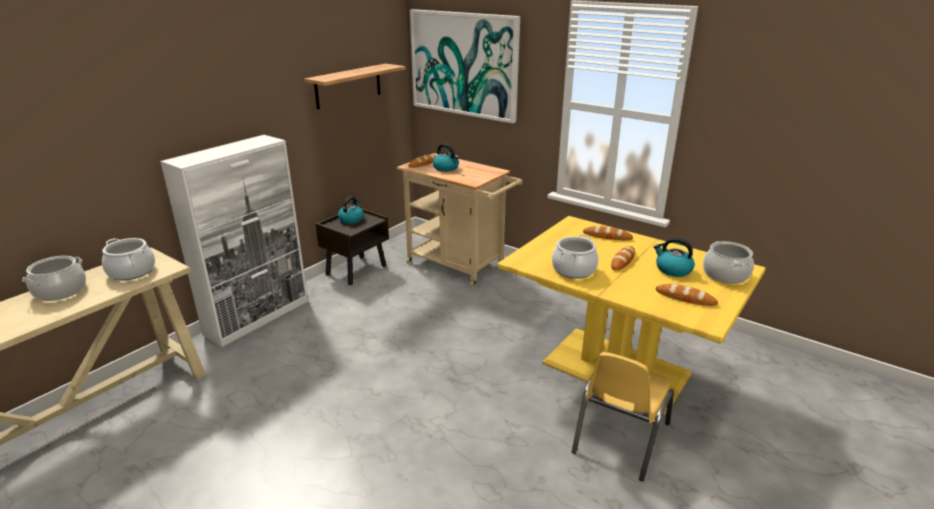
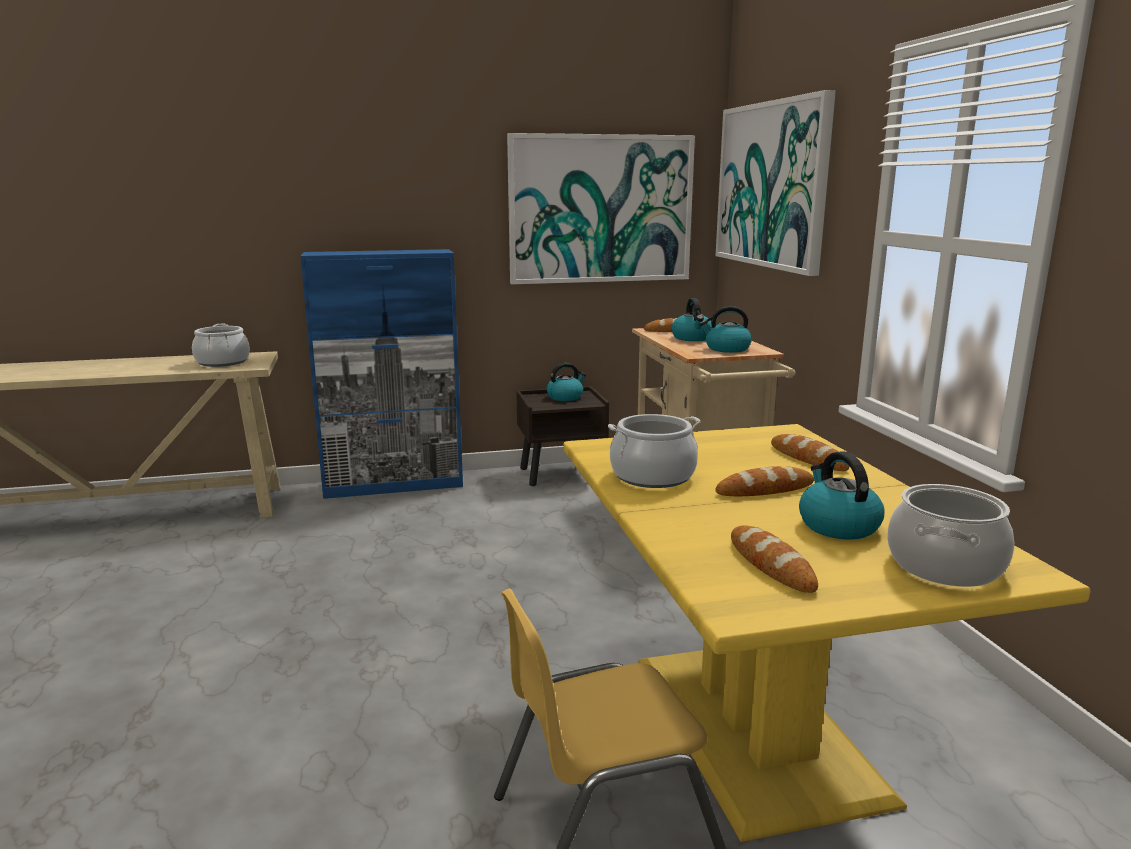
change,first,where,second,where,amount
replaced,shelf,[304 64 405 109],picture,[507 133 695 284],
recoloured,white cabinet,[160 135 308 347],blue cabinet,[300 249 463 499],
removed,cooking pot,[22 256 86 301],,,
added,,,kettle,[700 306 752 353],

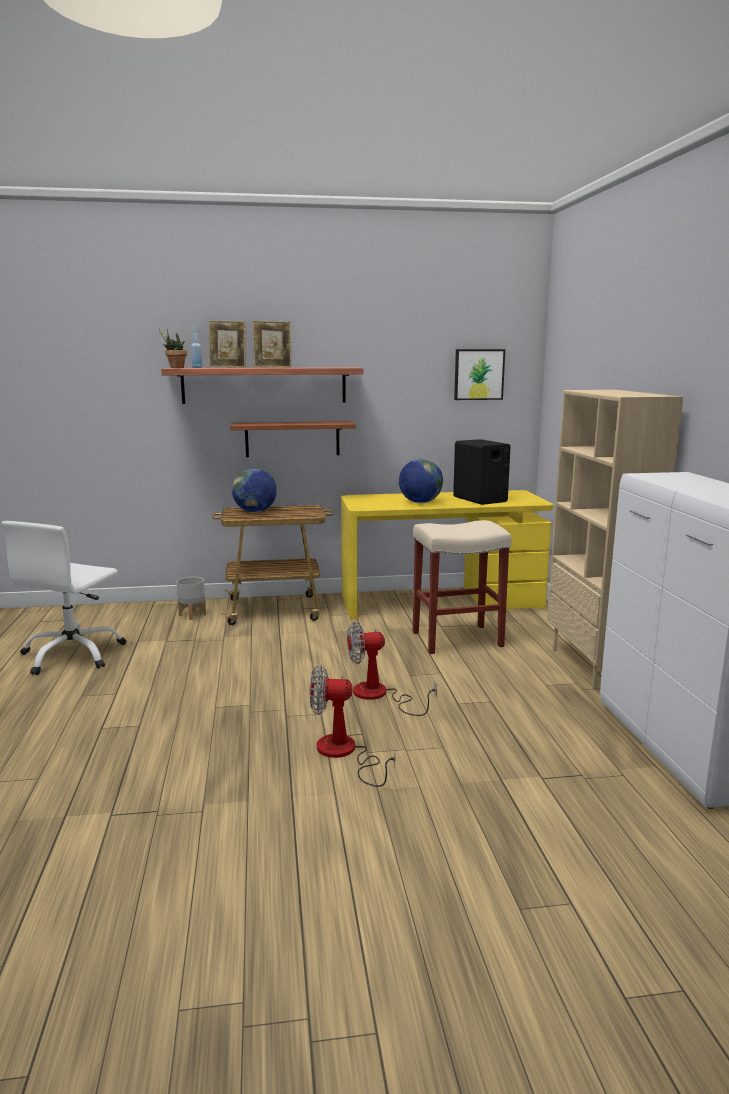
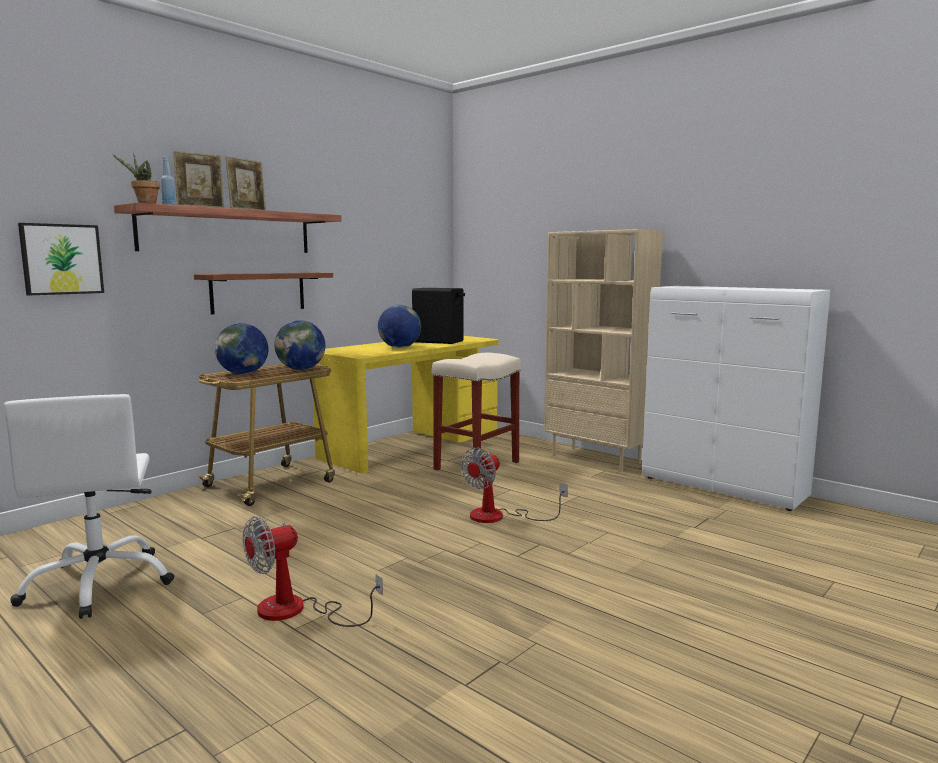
change,first,where,second,where,amount
moved,picture,[454 349 505 400],,[18 223 104 295],
removed,grey planter,[177 577 206 620],,,
moved,fan,[310 665 395 787],,[243 516 383 627],
added,,,globe,[274 320 325 370],

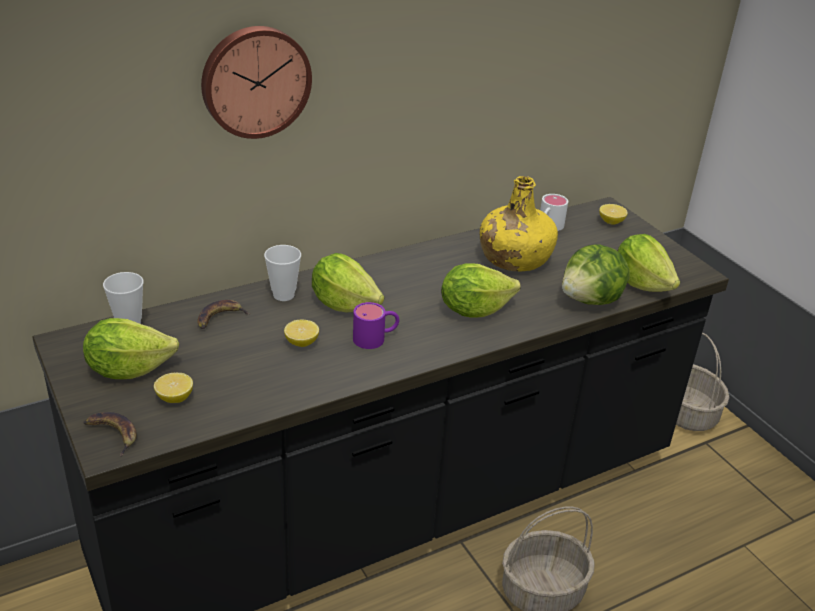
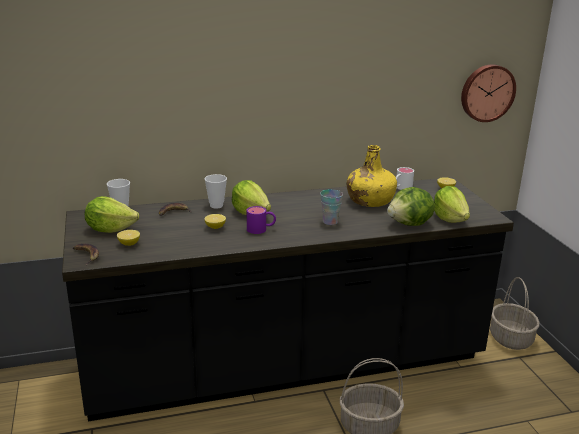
change,first,where,second,where,amount
moved,wall clock,[201 26 312 139],,[461 64 516 122],
replaced,lettuce,[441 263 521 318],cup,[320 189 343 225],

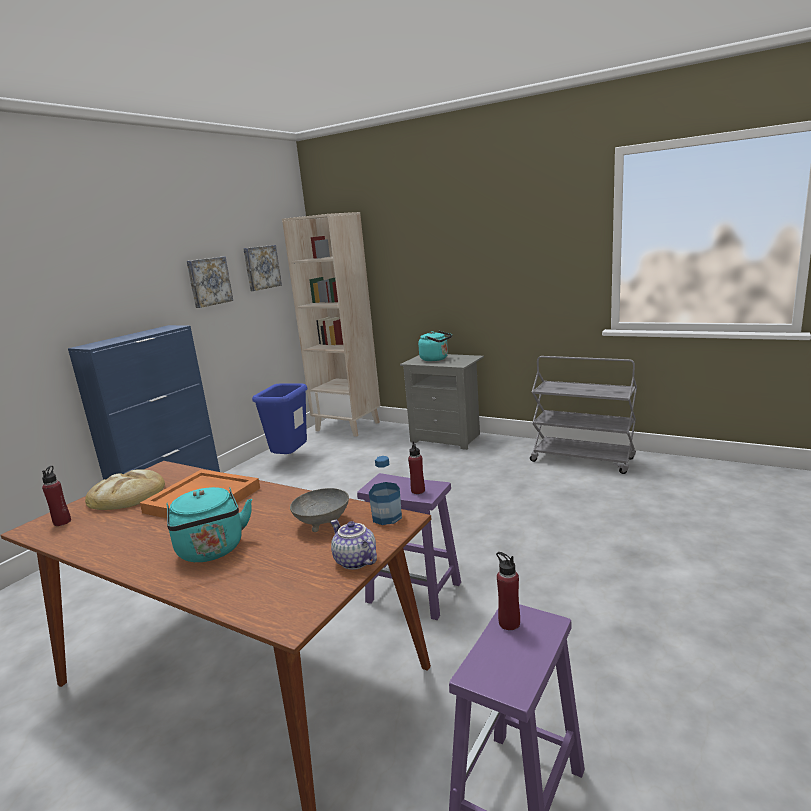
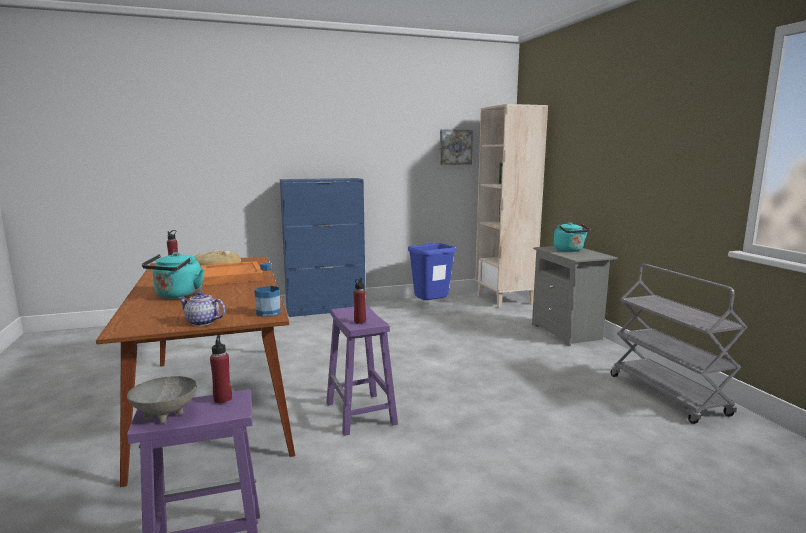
change,first,where,second,where,amount
removed,picture,[187 256 233 308],,,
moved,grey bowl,[290 488 349 532],,[127 376 197 423],
turned,teapot,[331 520 377 570],,[178 291 225 326],75 degrees counterclockwise

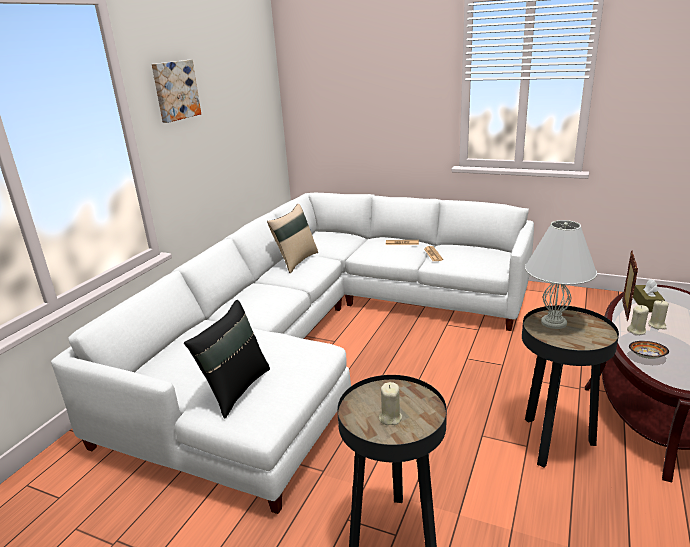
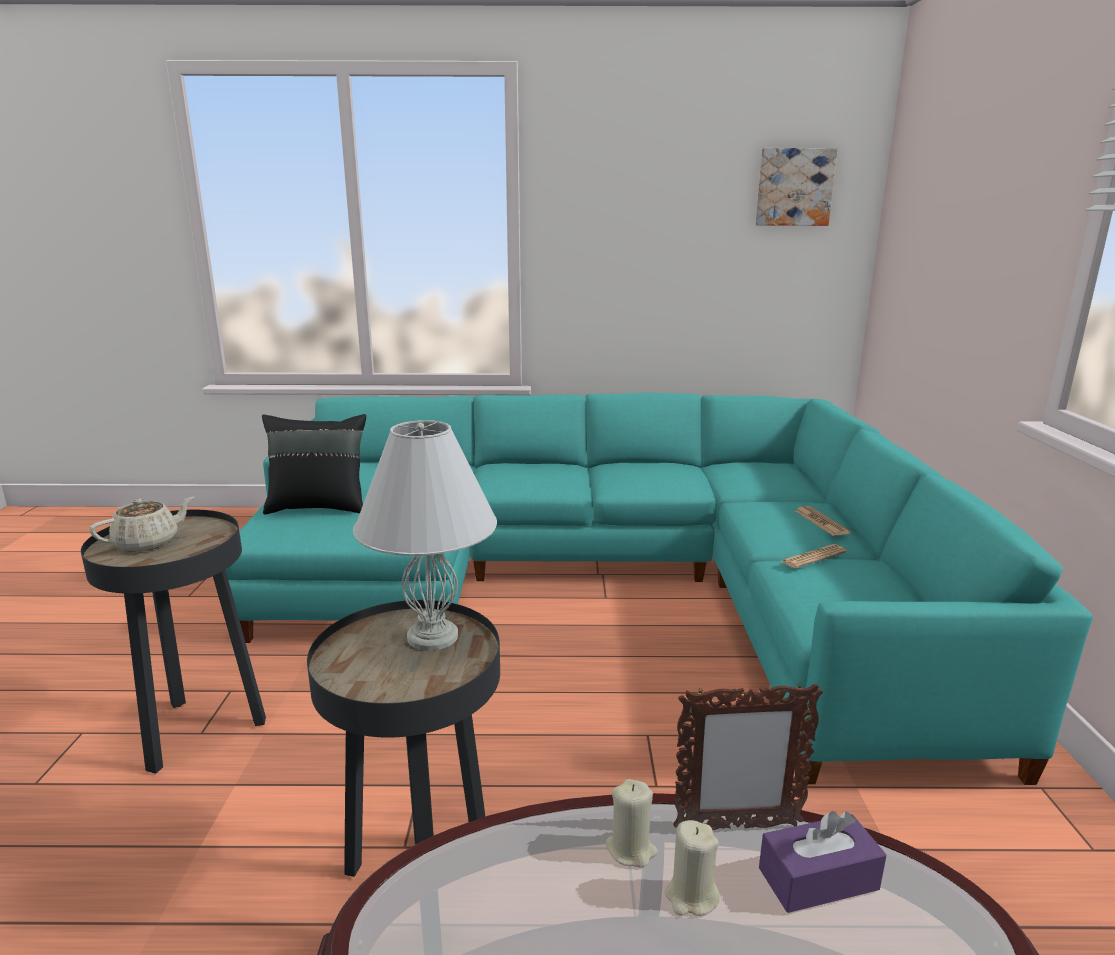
change,first,where,second,where,amount
moved,picture,[152 60 201 123],,[756 148 838 226],
recoloured,white sofa,[51 193 534 514],turquoise sofa,[225 393 1093 785],
removed,beige pillow,[267 204 318 273],,,
recoloured,brown tissue box,[633 279 665 312],purple tissue box,[759 811 887 913],
removed,bowl,[629 341 669 359],,,
replaced,beige candle,[379 382 402 425],beige teapot,[89 497 194 552],

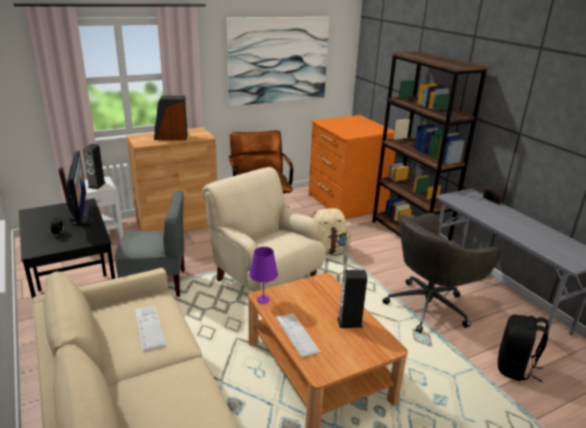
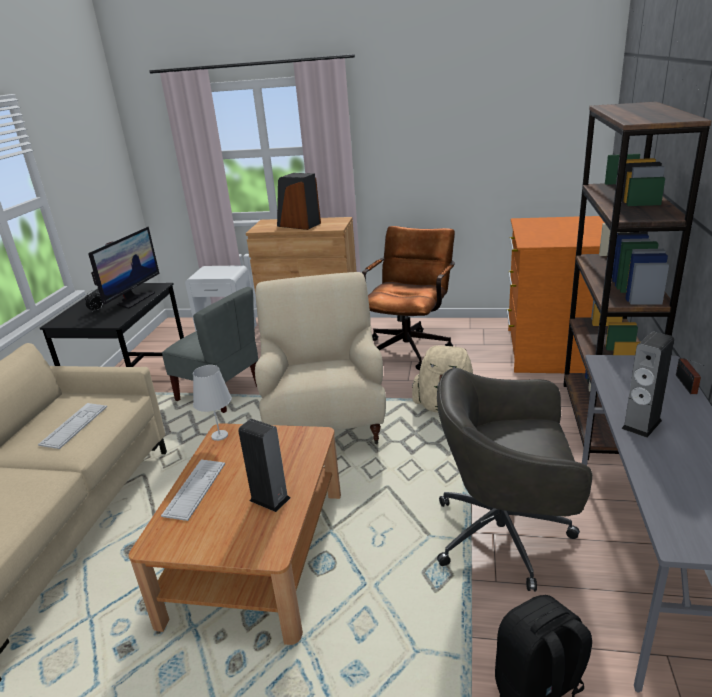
change,first,where,second,where,amount
removed,picture,[227 17 330 106],,,
moved,speaker,[83 144 106 189],,[621 332 675 438],
recoloured,purple table lamp,[249 247 278 304],white table lamp,[193 365 232 441],

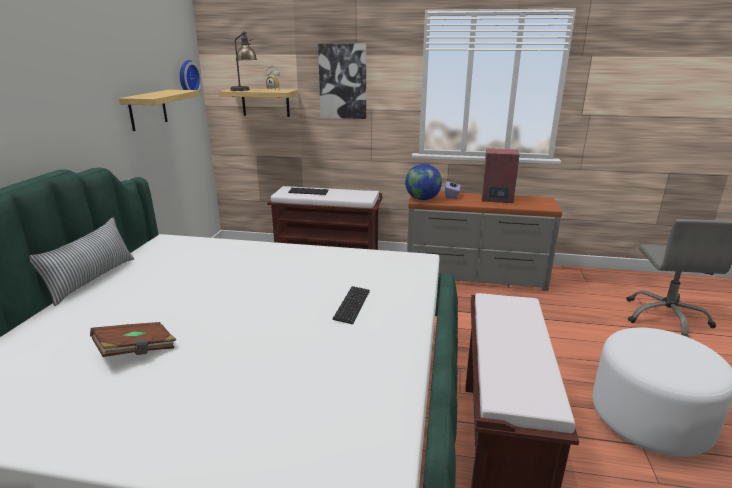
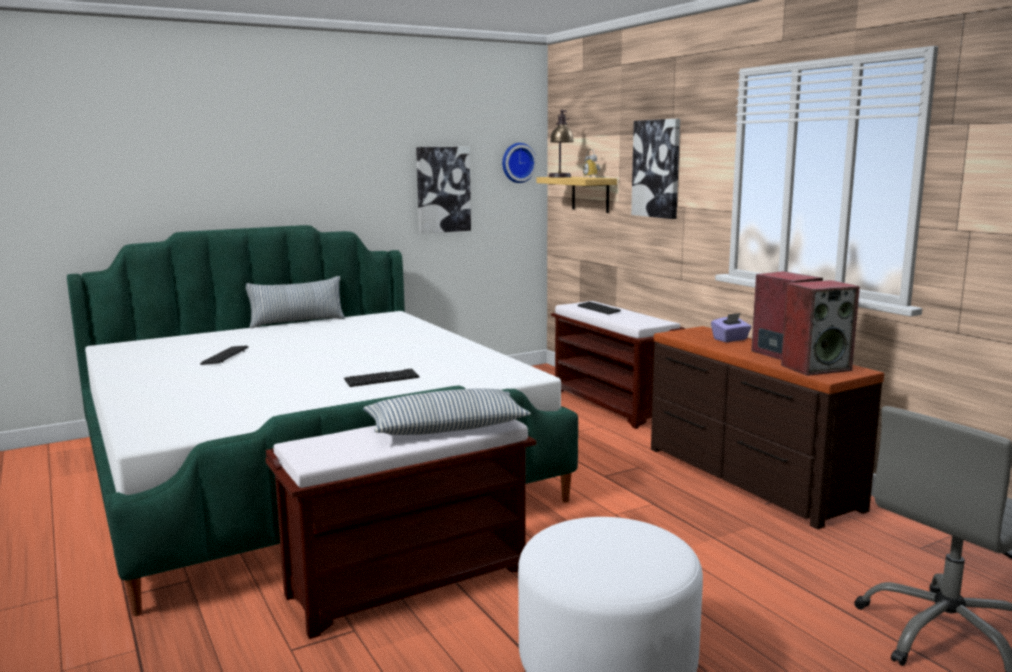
change,first,where,second,where,amount
replaced,shelf,[119 90 200 131],picture,[416 147 471 234],
removed,globe,[405 164 442 201],,,
recoloured,grey dresser,[407 192 562 291],brown dresser,[651 326 884 529],
replaced,brown book,[90 322 176 357],keyboard,[200 345 249 365],
added,,,speaker,[781 280 860 376],
added,,,pillow,[363 388 531 435],

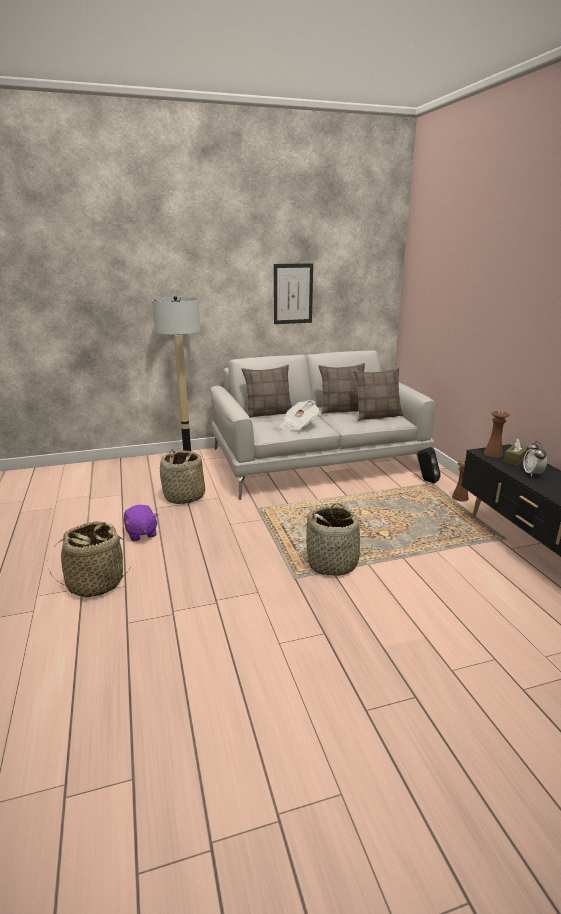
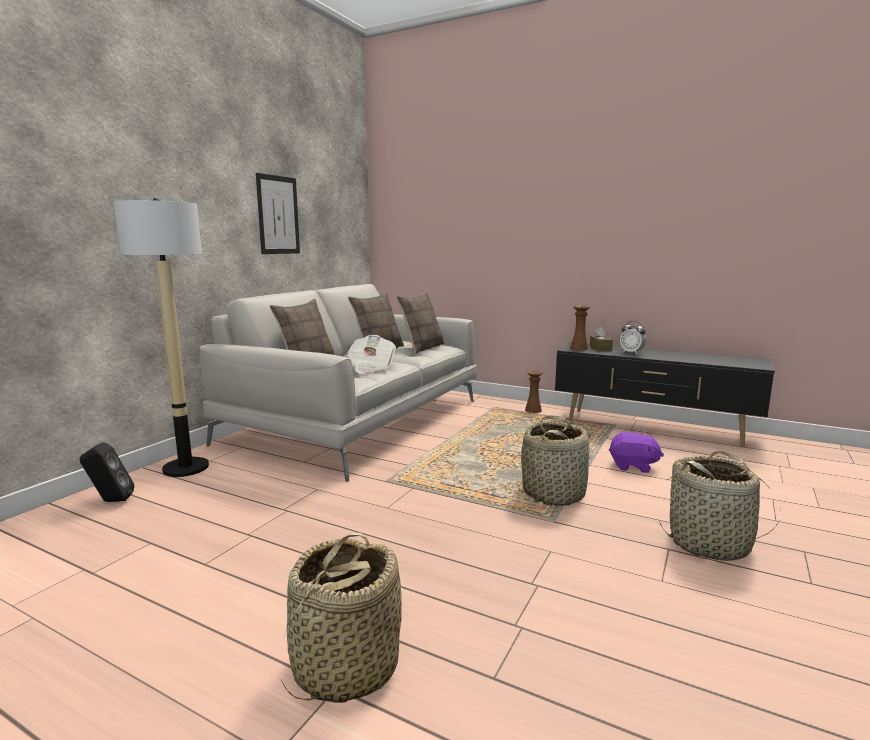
change,first,where,second,where,amount
moved,black speaker,[417 447 441 483],,[79 442 134 502],
moved,basket,[160 450 205 504],,[658 450 781 561],
moved,purple plush toy,[123 505 158 541],,[609 432 664 473],

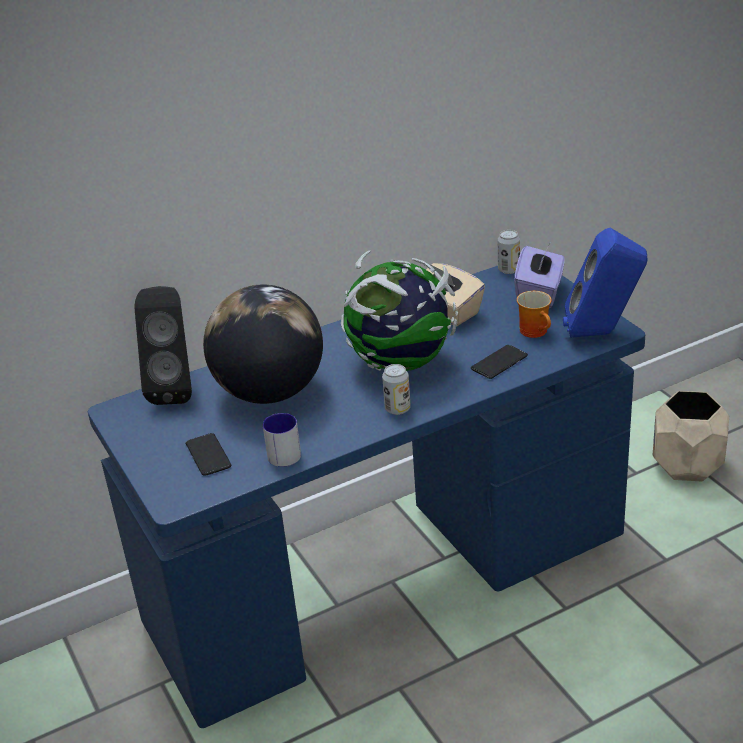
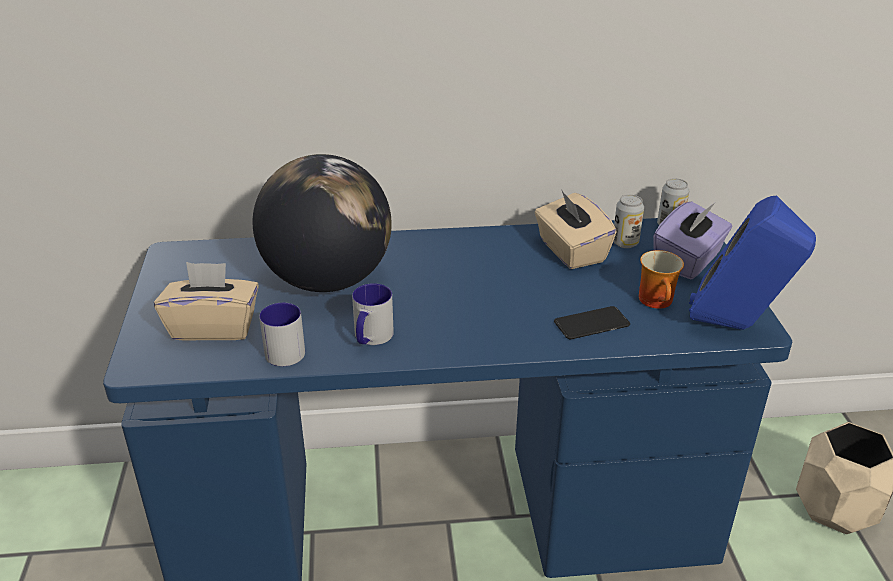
change,first,where,second,where,amount
removed,globe,[341 250 458 371],,,
removed,black speaker,[135 286 192 405],,,
moved,can,[382 364 410 415],,[613 195 644 248],
replaced,phone,[186 433 232 476],beige tissue box,[154 262 259 341],
added,,,mug,[352 283 394 345],

